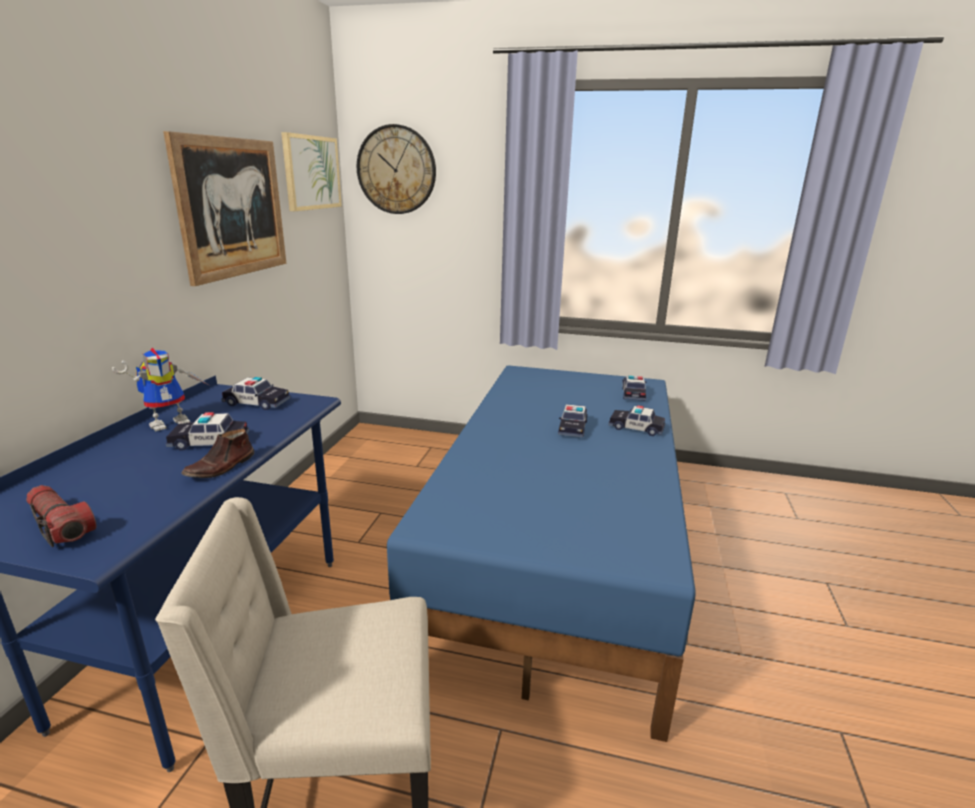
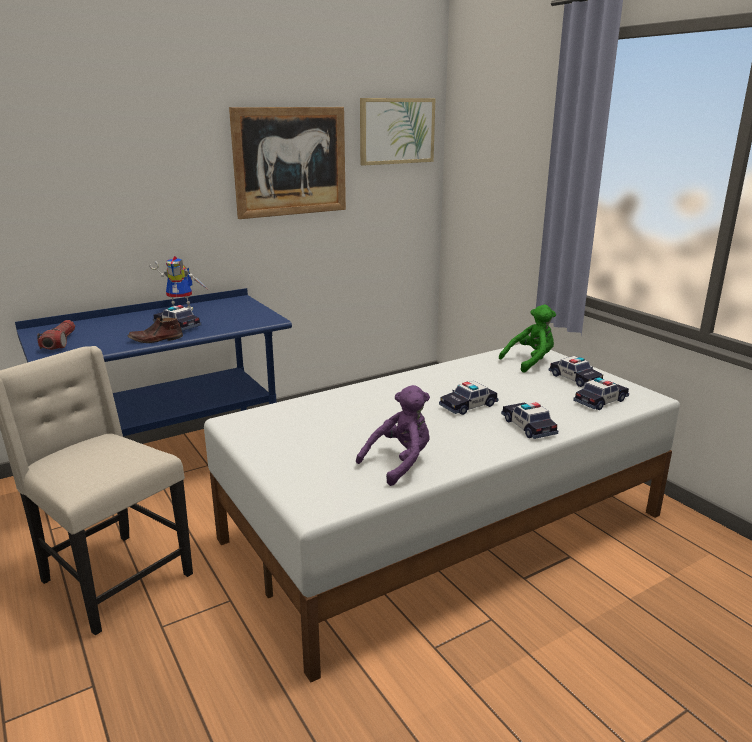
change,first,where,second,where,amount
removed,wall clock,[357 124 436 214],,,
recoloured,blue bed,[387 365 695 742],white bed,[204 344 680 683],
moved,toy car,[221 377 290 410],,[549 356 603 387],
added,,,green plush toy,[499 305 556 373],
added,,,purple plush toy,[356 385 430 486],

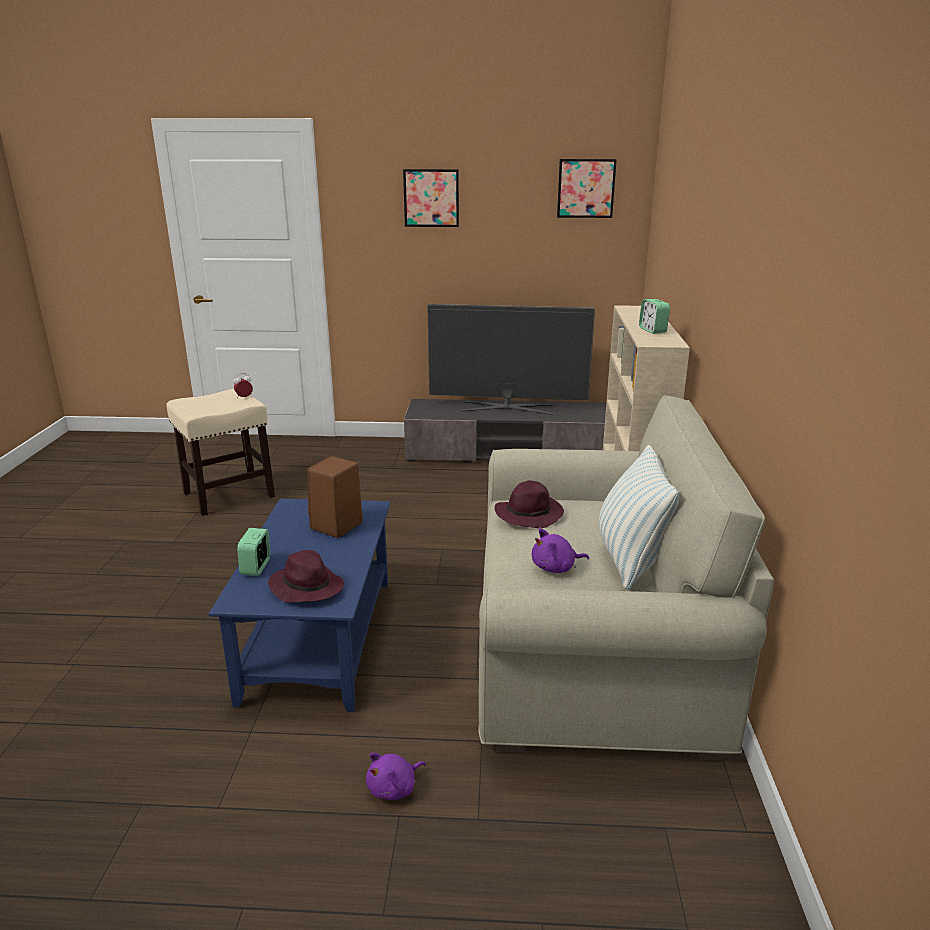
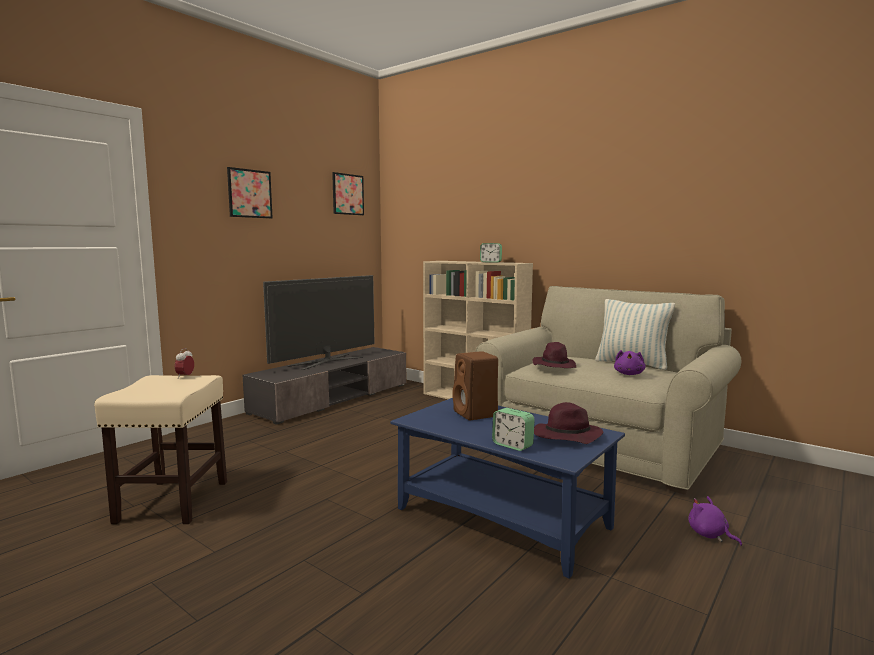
change,first,where,second,where,amount
turned,purple plush toy,[366 753 426 800],,[688 496 742 546],150 degrees clockwise

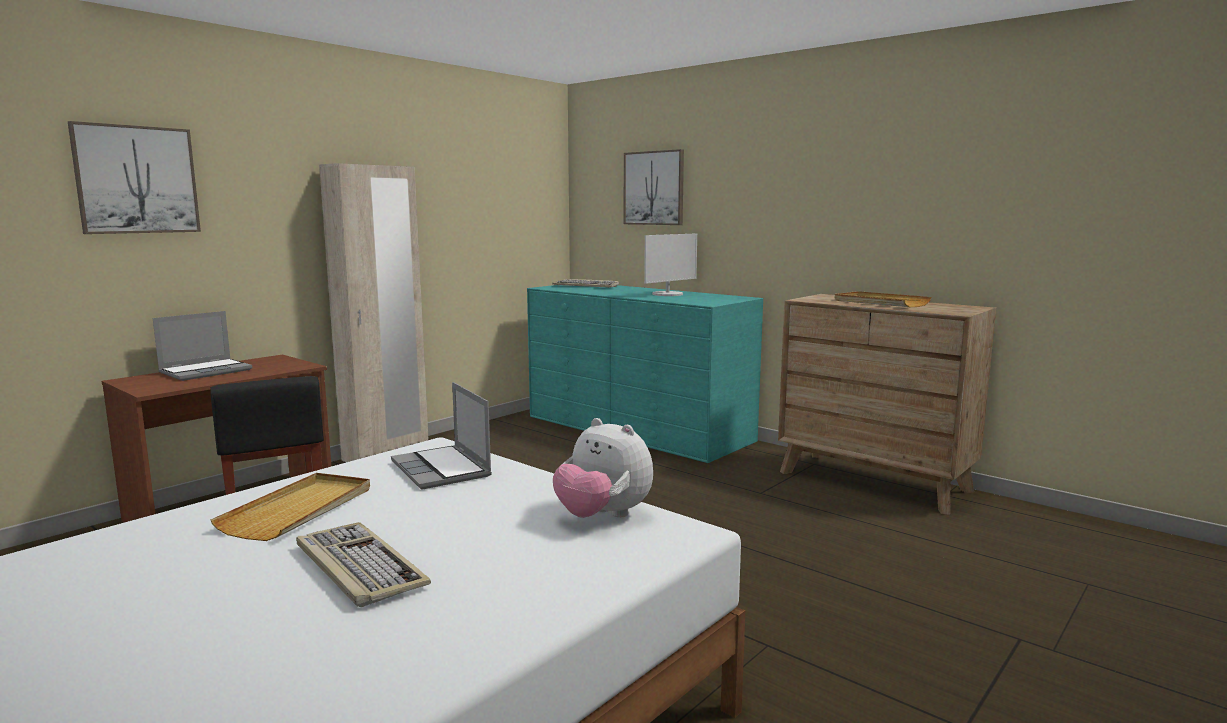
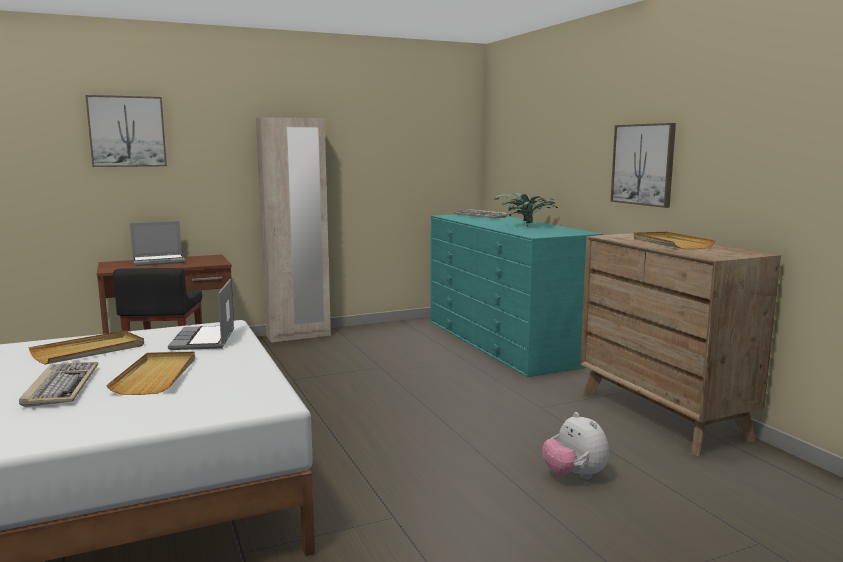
change,first,where,second,where,amount
moved,picture,[624 149 684 225],,[610 123 676 208],
replaced,monitor,[644 233 697 296],potted plant,[494 193 558 226],
moved,plush toy,[553 418 653 518],,[542 412 609 479],
added,,,beige tray,[106 352 195 395],

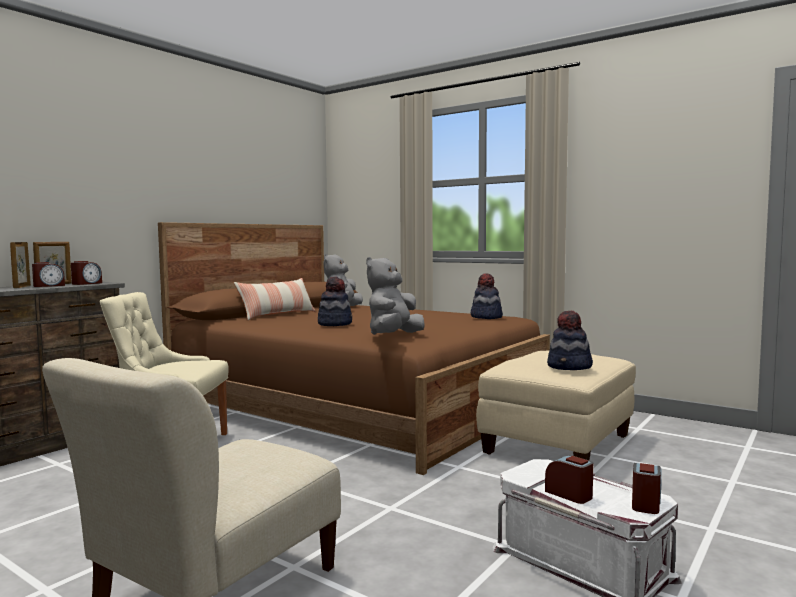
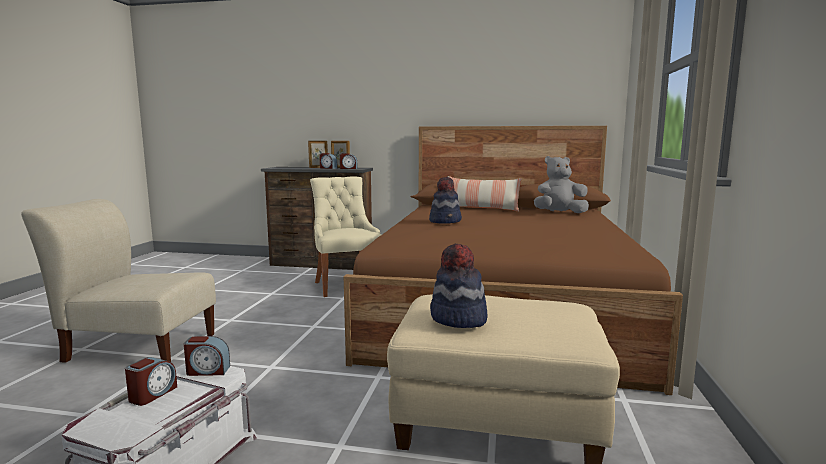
change,first,where,second,where,amount
removed,grey plush toy,[366 257 425 335],,,
removed,hat,[471 273 503 319],,,
moved,alarm clock,[632 463 661 514],,[184 336 230 376],

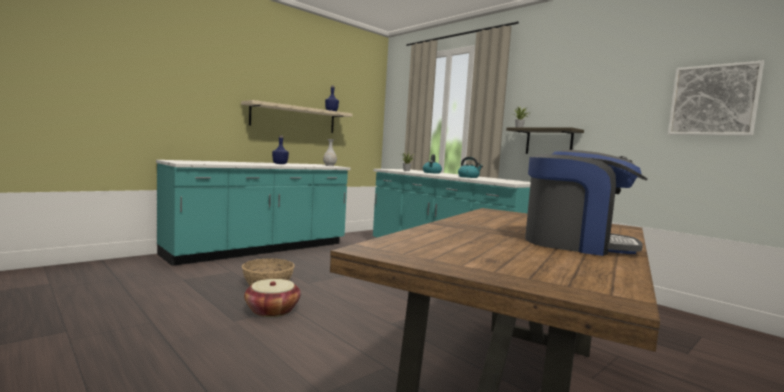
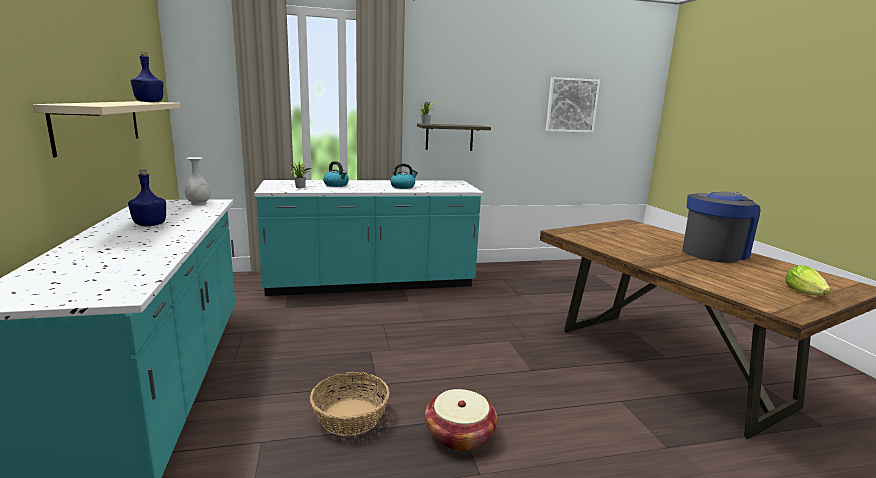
change,first,where,second,where,amount
added,,,lettuce,[785 265 831 295],

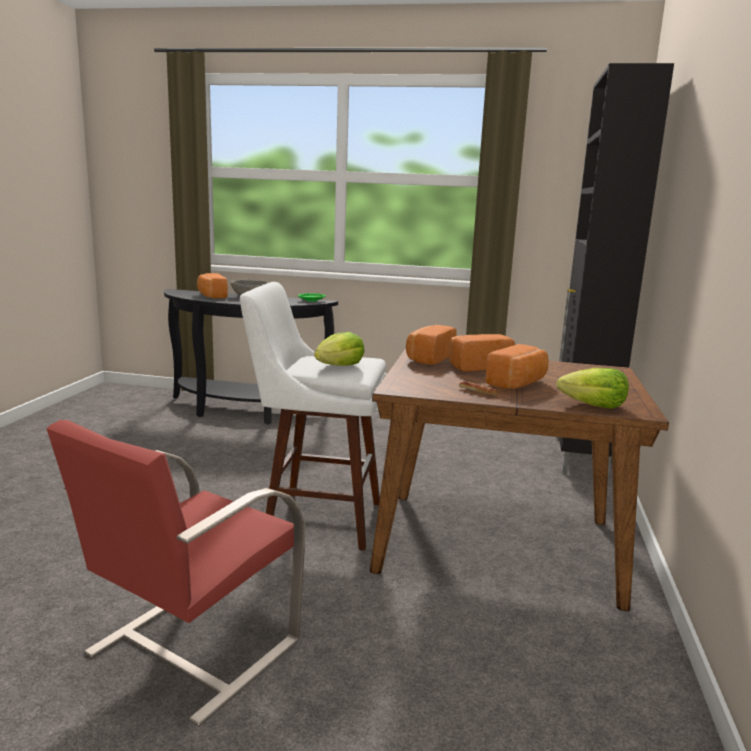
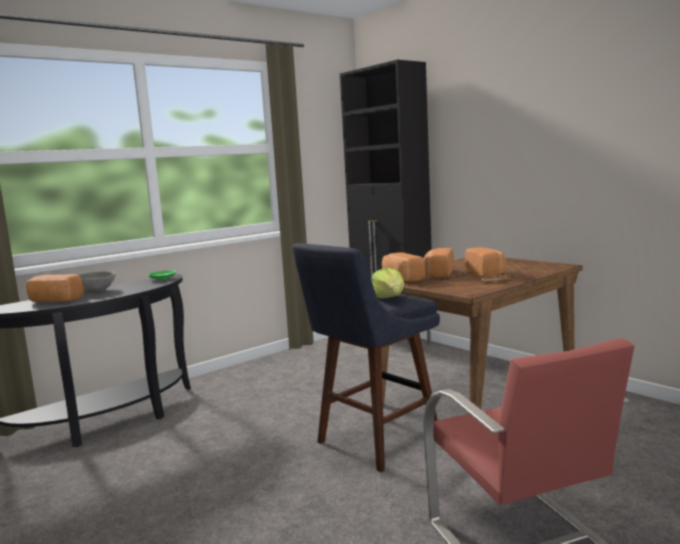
change,first,where,second,where,amount
recoloured,white stool,[240 282 387 551],blue stool,[292 243 440 473],
removed,lettuce,[557 368 629 409],,,

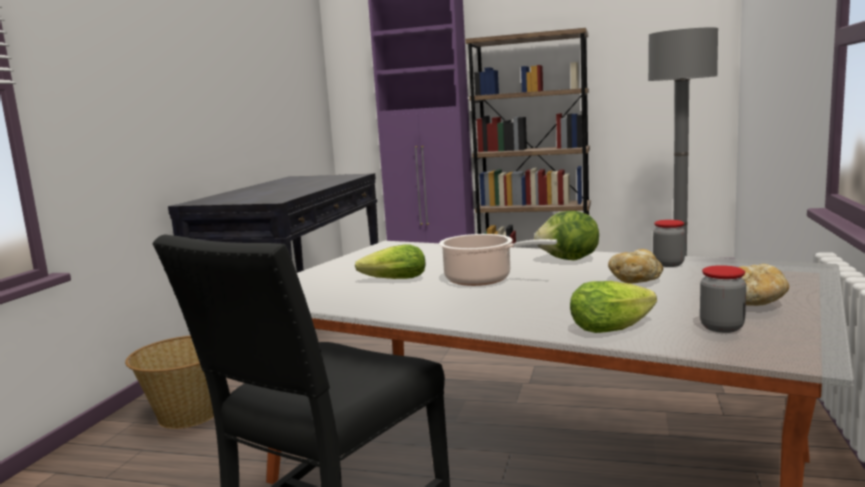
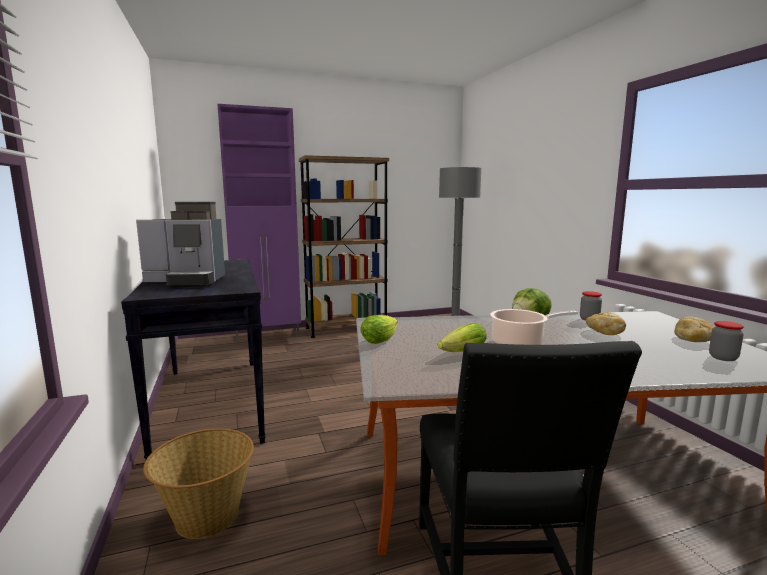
change,first,where,second,where,amount
moved,lettuce,[570 281 657 333],,[360 315 398 344],
added,,,coffee machine,[136 202 225 287],

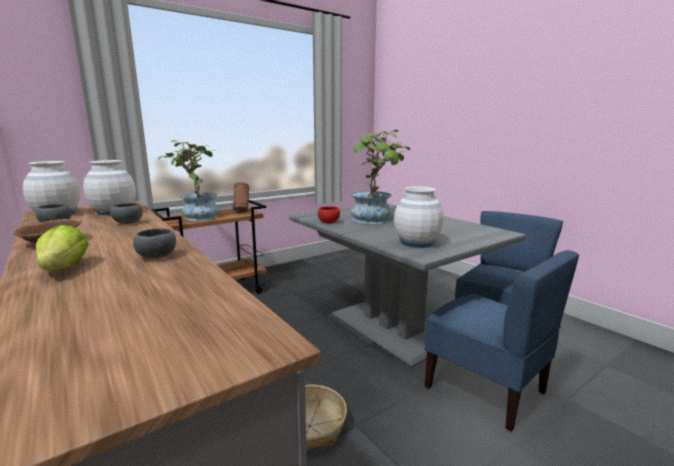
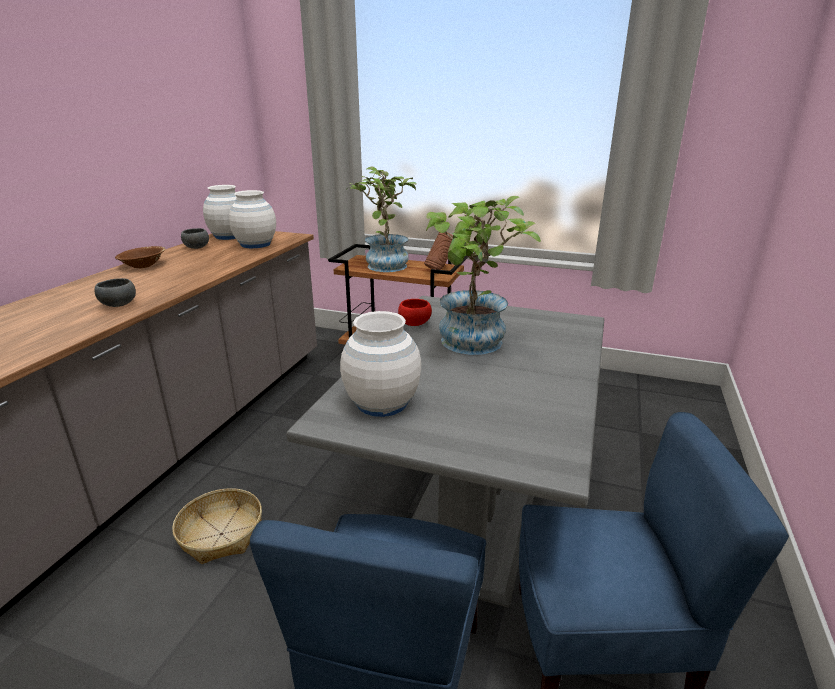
change,first,where,second,where,amount
removed,grey bowl,[110 203 143 224],,,
removed,lettuce,[36 225 89 271],,,

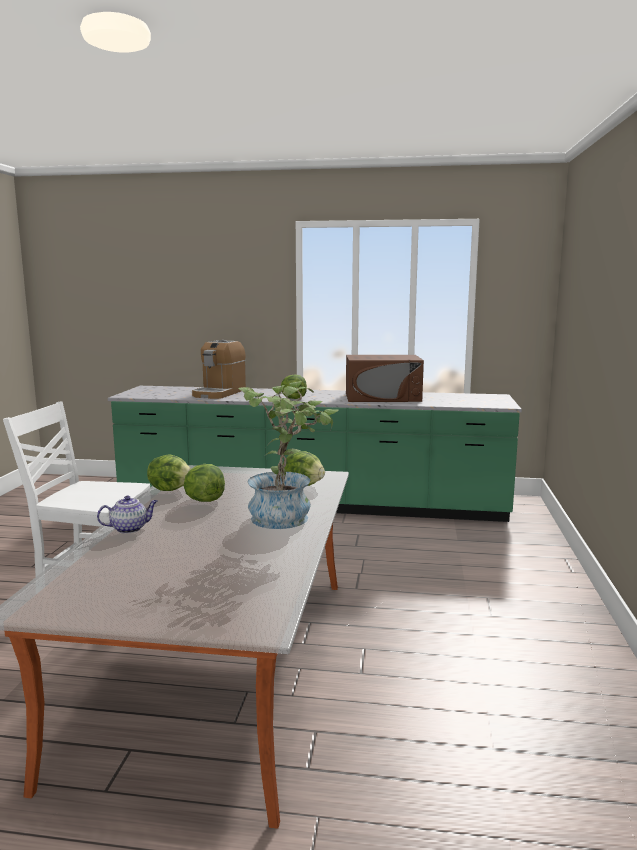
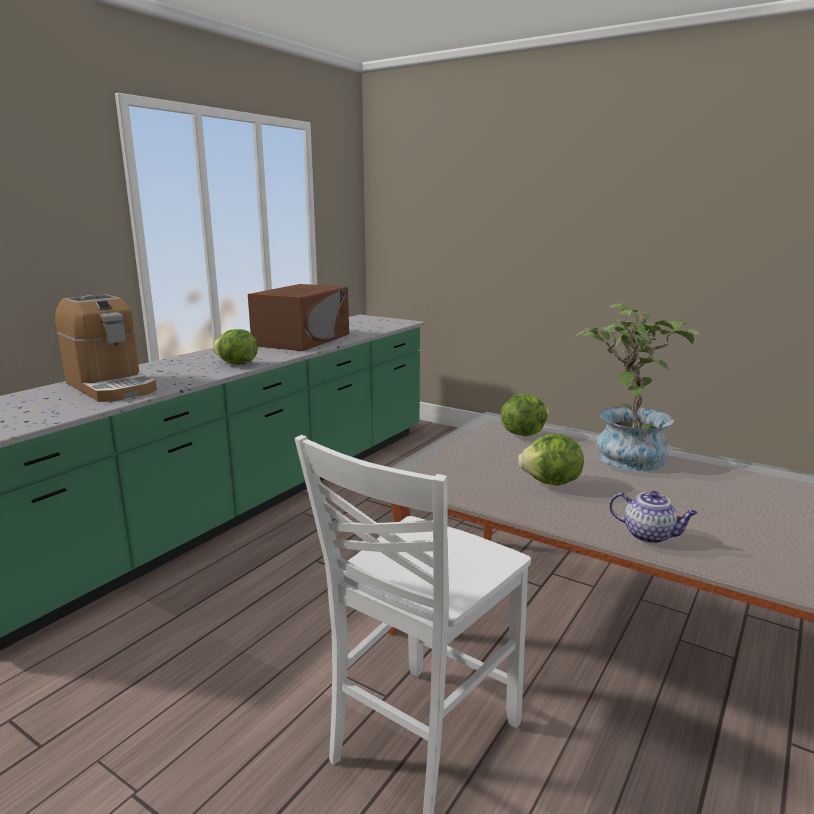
change,first,where,second,where,amount
removed,lettuce,[147 454 191 491],,,
turned,teapot,[97 496 158 534],,[609 491 698 544],120 degrees clockwise

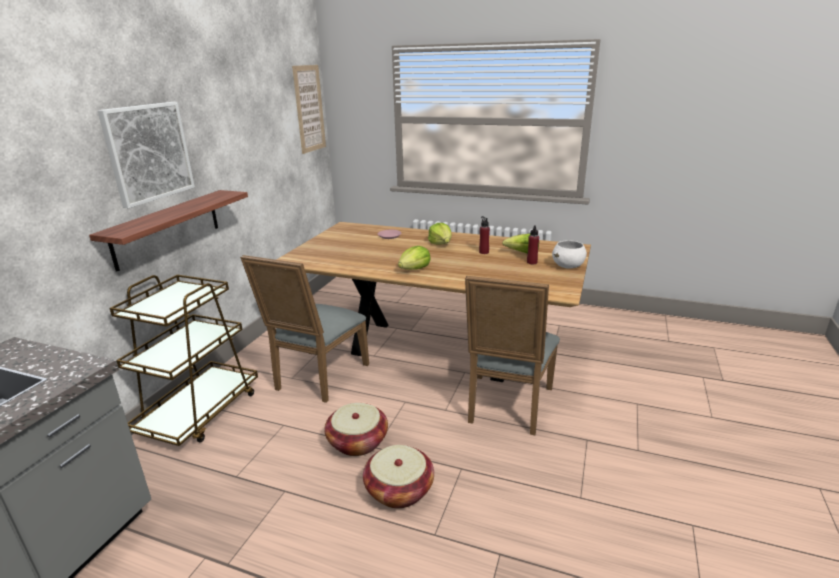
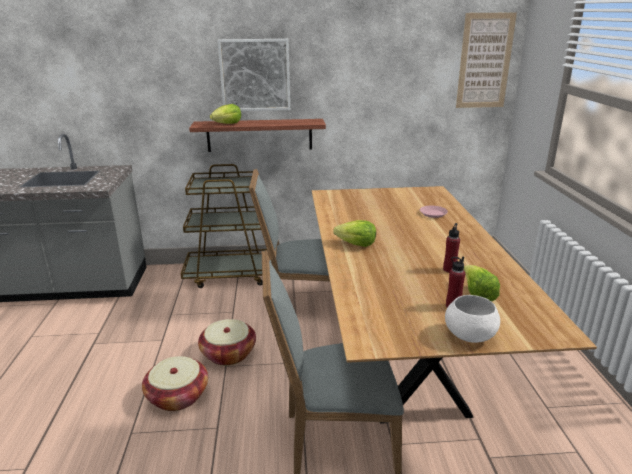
change,first,where,second,where,amount
moved,lettuce,[428 223 452 245],,[210 104 241 124],

